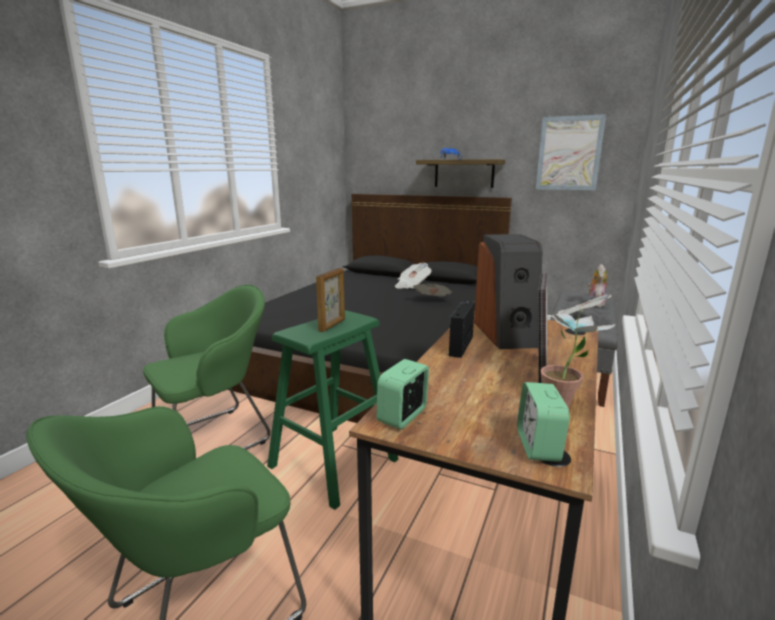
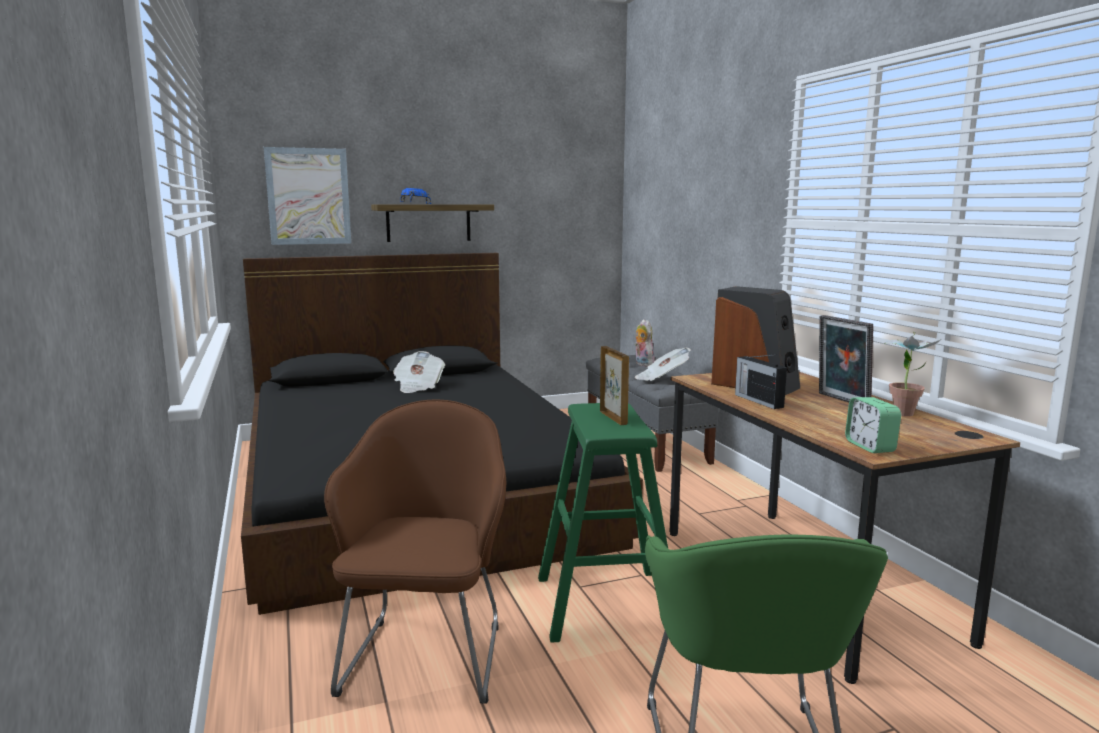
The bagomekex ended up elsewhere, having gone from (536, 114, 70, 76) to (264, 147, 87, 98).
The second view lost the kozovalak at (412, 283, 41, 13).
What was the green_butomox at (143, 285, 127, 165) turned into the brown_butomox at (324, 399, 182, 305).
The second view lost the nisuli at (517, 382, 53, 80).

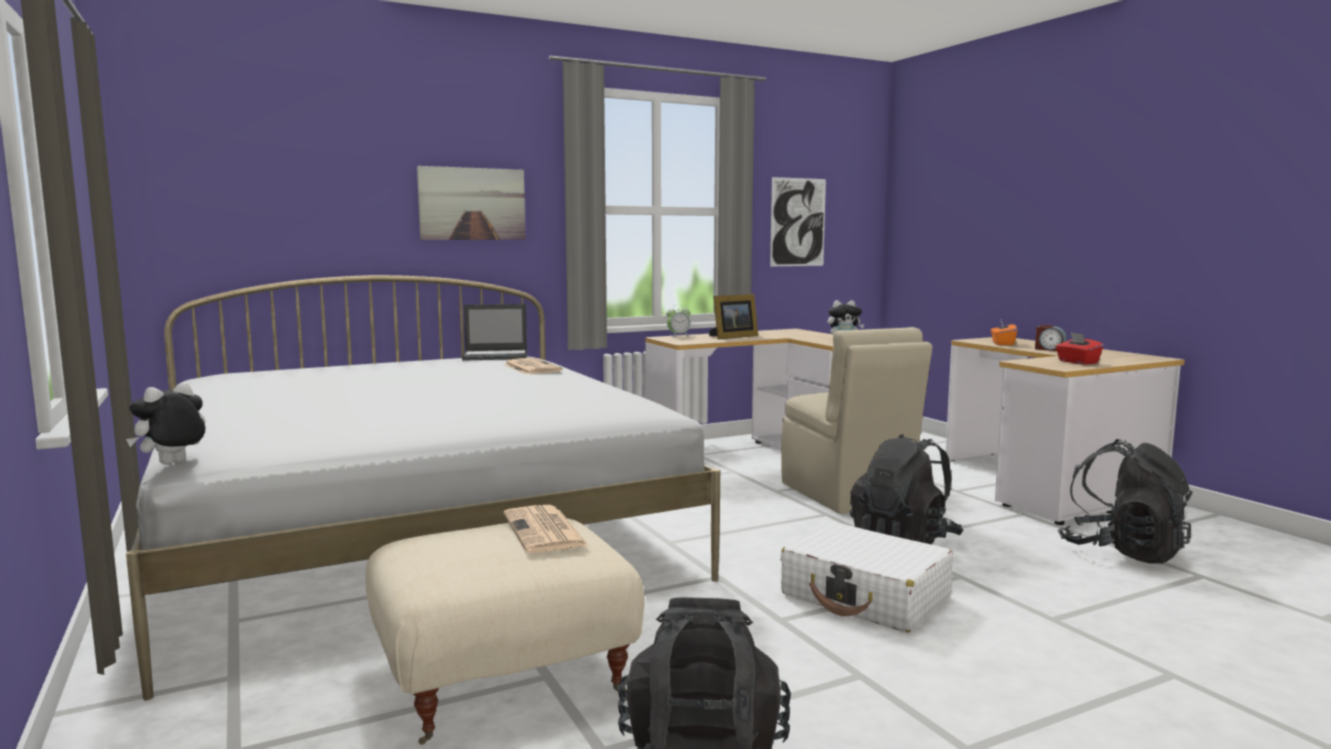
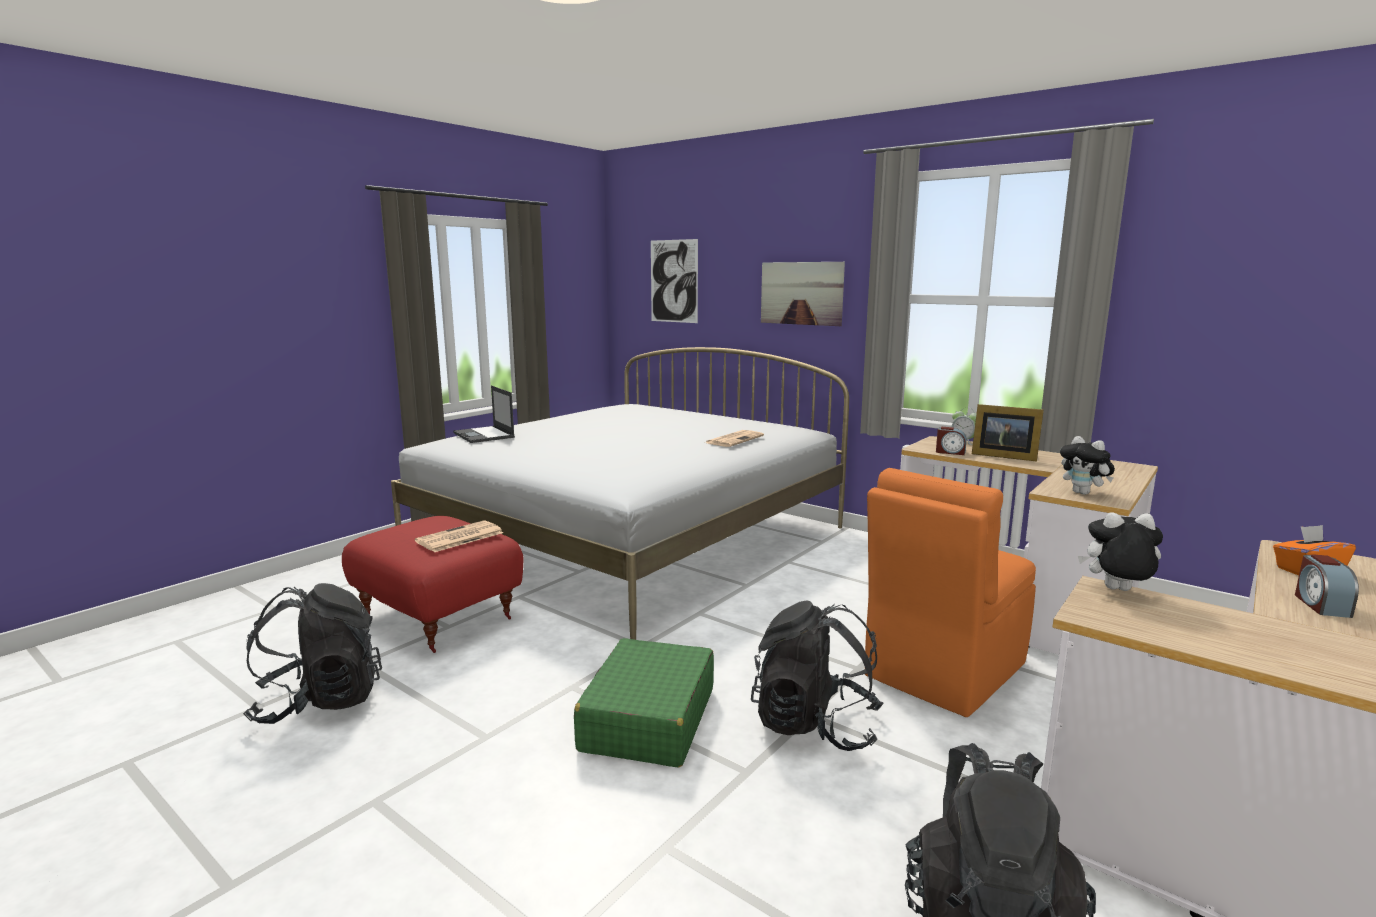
The bagomekex ended up elsewhere, having gone from (770, 177, 56, 89) to (651, 239, 47, 84).
The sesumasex ended up elsewhere, having gone from (462, 304, 65, 56) to (453, 385, 62, 58).
What was the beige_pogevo at (781, 327, 152, 187) turned into the orange_pogevo at (865, 468, 171, 249).
The second view lost the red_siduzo at (1056, 332, 48, 32).
The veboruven ended up elsewhere, having gone from (126, 382, 79, 83) to (1078, 512, 85, 79).
What was the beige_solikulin at (365, 518, 280, 227) turned into the red_solikulin at (342, 516, 182, 137).
What was the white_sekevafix at (780, 521, 173, 111) turned into the green_sekevafix at (574, 638, 140, 130).
The second view gained the nisuli at (936, 427, 31, 28).

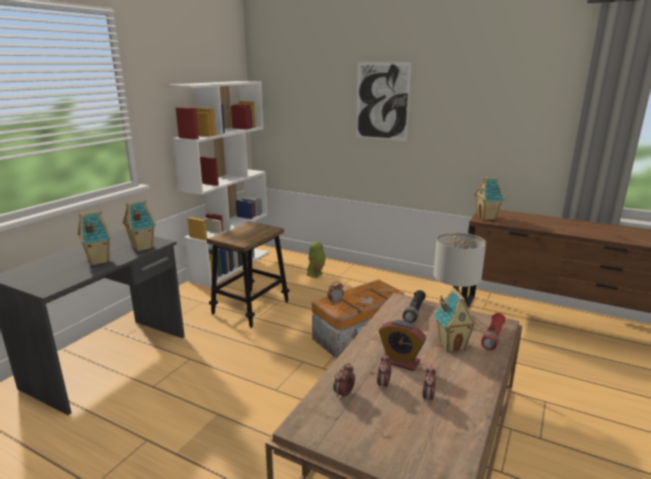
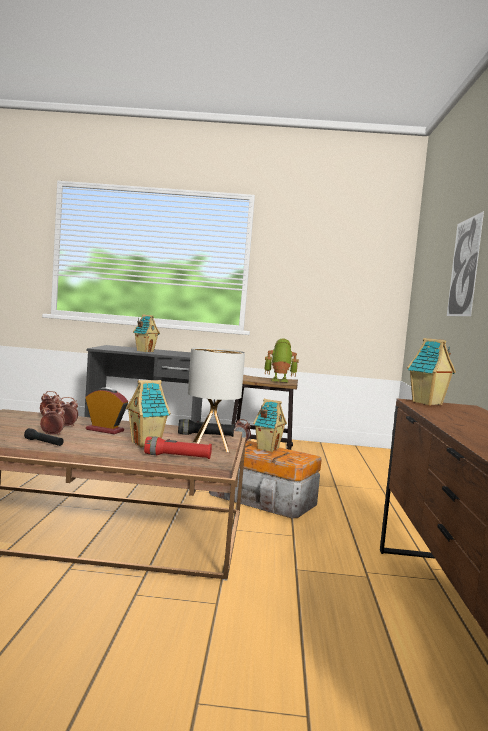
The second view lost the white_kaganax at (166, 81, 103, 207).
The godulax ended up elsewhere, having gone from (123, 200, 33, 52) to (253, 399, 34, 53).
The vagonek ended up elsewhere, having gone from (307, 242, 19, 36) to (264, 339, 35, 43).
The nisuli at (379, 320, 47, 51) ended up facing another way, 105 degrees clockwise from before.
The second view gained the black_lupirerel at (24, 428, 39, 18).

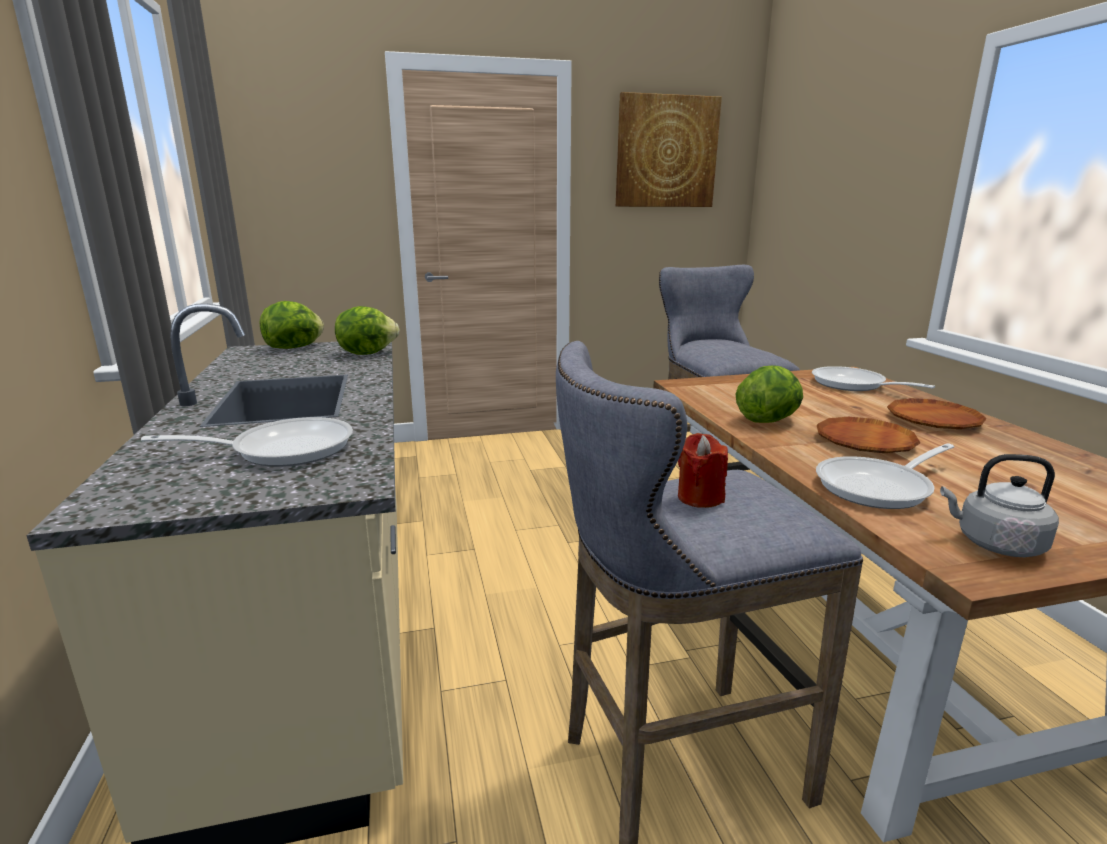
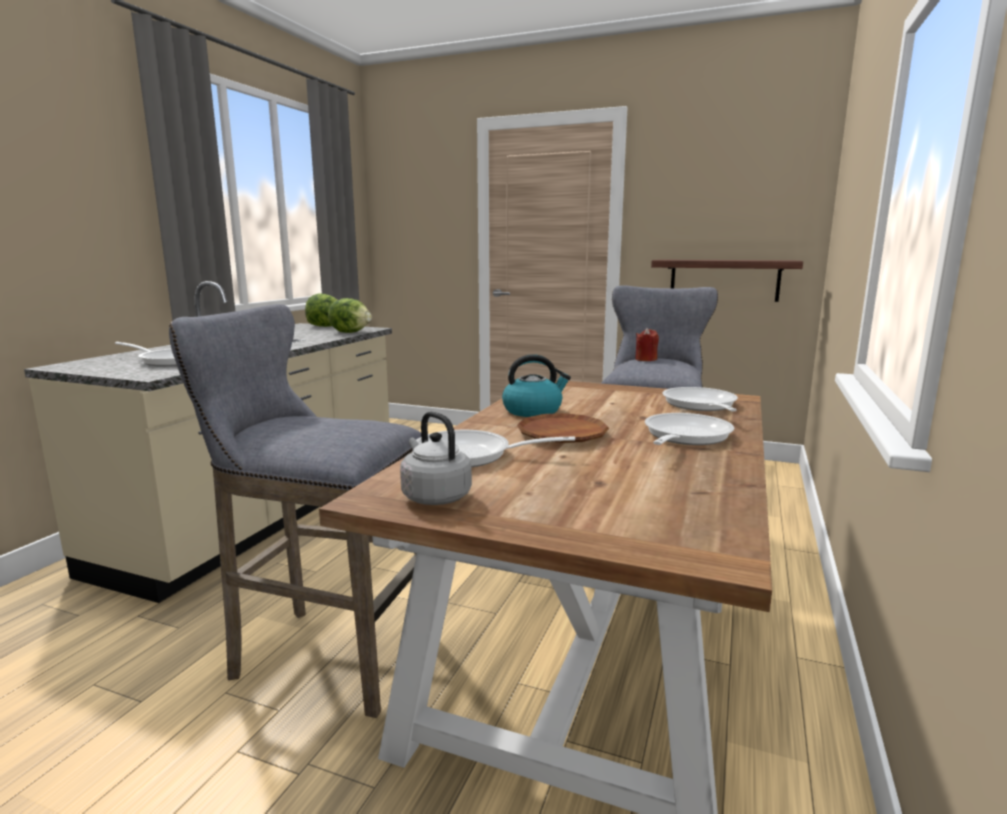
The second view lost the bagomekex at (616, 92, 106, 115).
Where the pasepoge stood at (736, 365, 67, 58), the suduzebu came to stand at (502, 354, 69, 63).
Where the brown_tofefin stood at (887, 398, 99, 31), the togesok came to stand at (645, 413, 89, 32).
The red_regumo ended up elsewhere, having gone from (678, 433, 50, 75) to (635, 328, 24, 33).
The second view gained the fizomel at (651, 259, 152, 43).

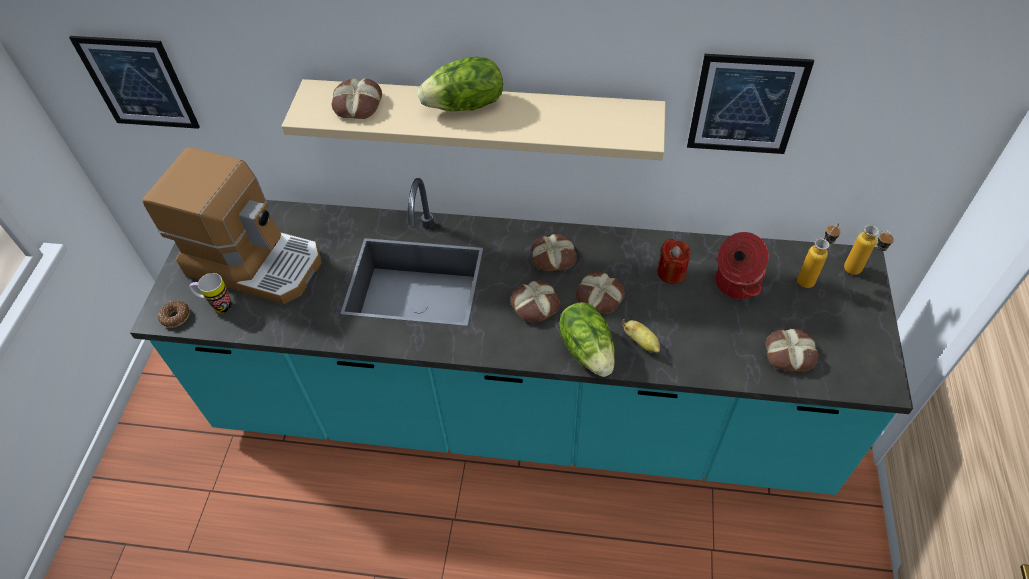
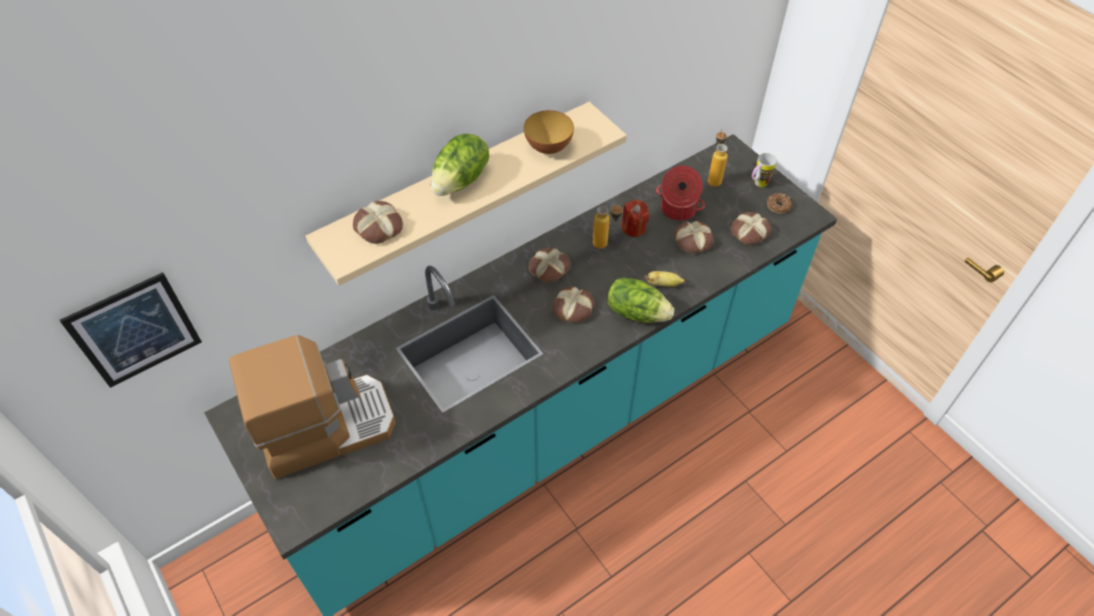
The second view lost the bagomekex at (687, 54, 127, 100).
The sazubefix ended up elsewhere, having gone from (844, 225, 50, 50) to (593, 205, 30, 44).
The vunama ended up elsewhere, having gone from (576, 272, 49, 42) to (674, 221, 40, 32).
The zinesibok ended up elsewhere, having gone from (189, 273, 43, 40) to (752, 153, 25, 34).
The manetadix ended up elsewhere, having gone from (158, 300, 32, 27) to (767, 193, 25, 21).
The second view gained the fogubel at (524, 110, 50, 44).

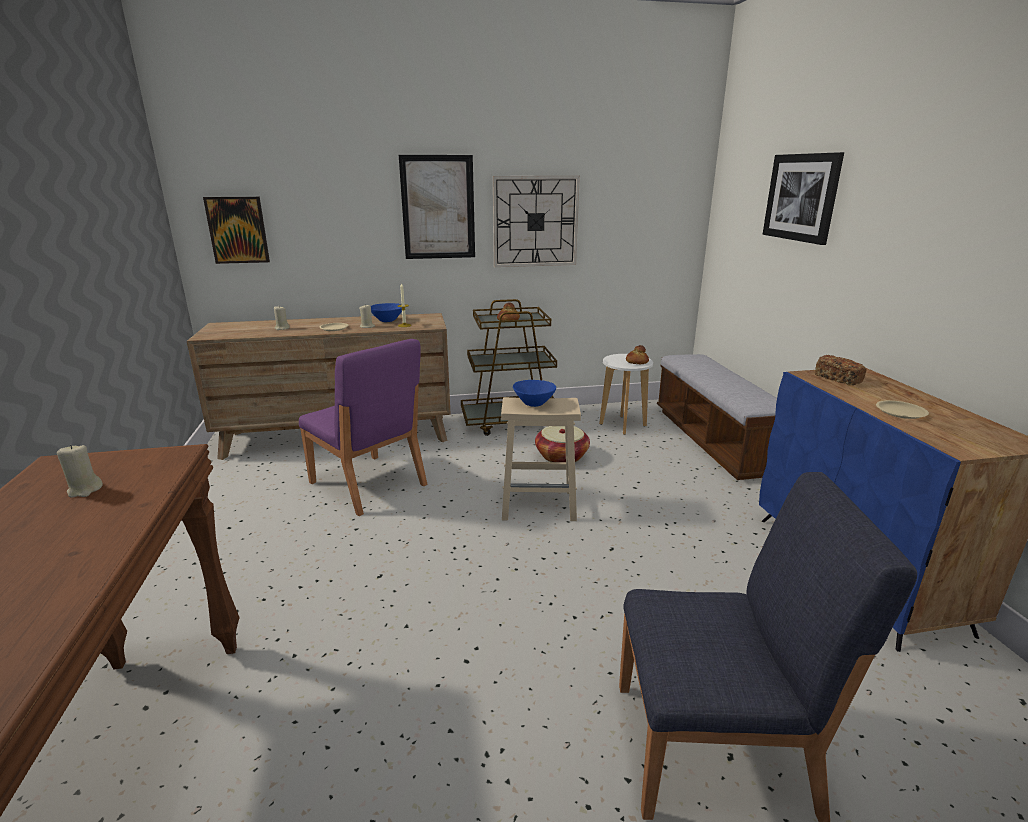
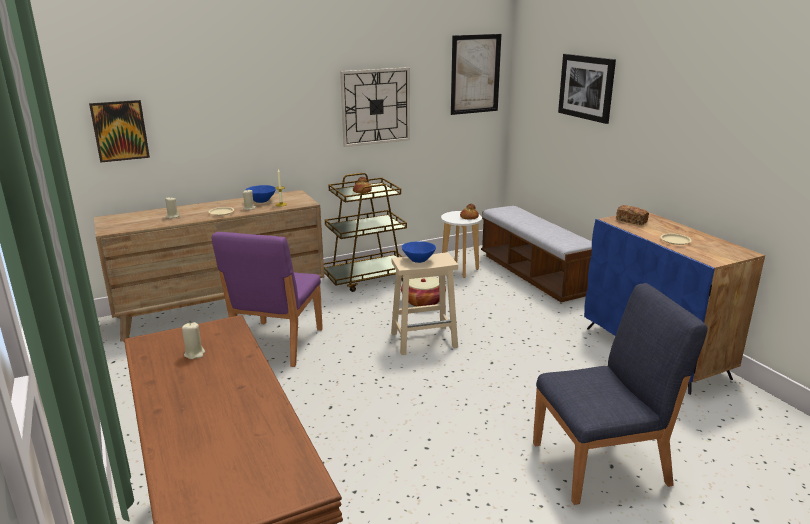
The bagomekex ended up elsewhere, having gone from (399, 155, 76, 104) to (451, 34, 50, 81).
The purple_pogevo at (299, 339, 128, 177) ended up facing another way, 75 degrees clockwise from before.

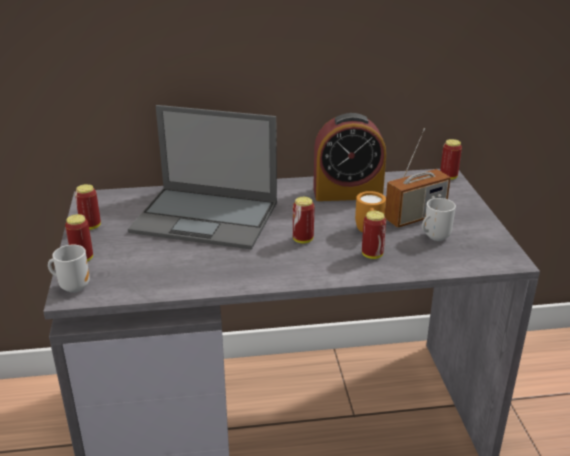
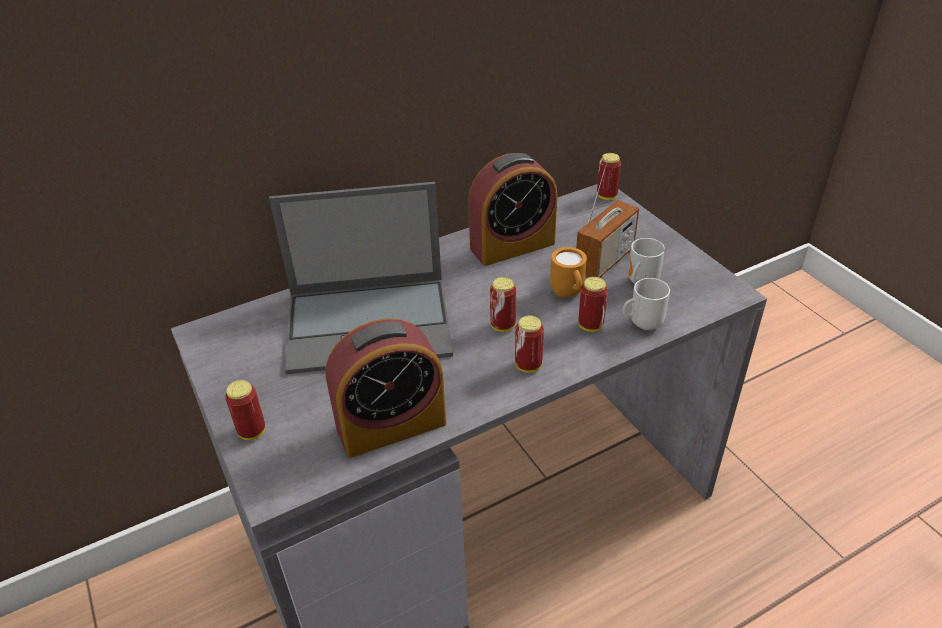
The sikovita ended up elsewhere, having gone from (75, 184, 26, 46) to (515, 316, 29, 57).
The zinesibok ended up elsewhere, having gone from (48, 245, 42, 48) to (623, 278, 47, 52).
The second view gained the nisuli at (326, 319, 120, 139).

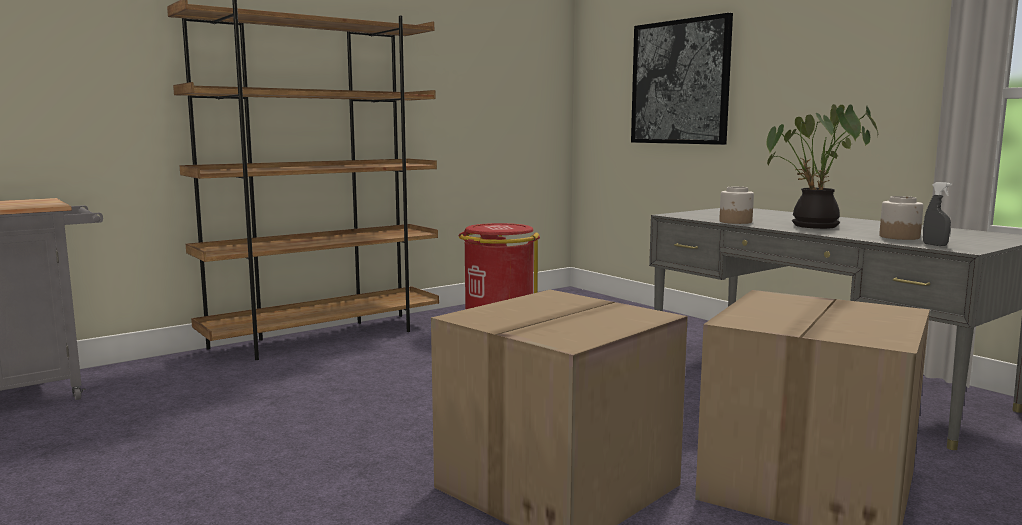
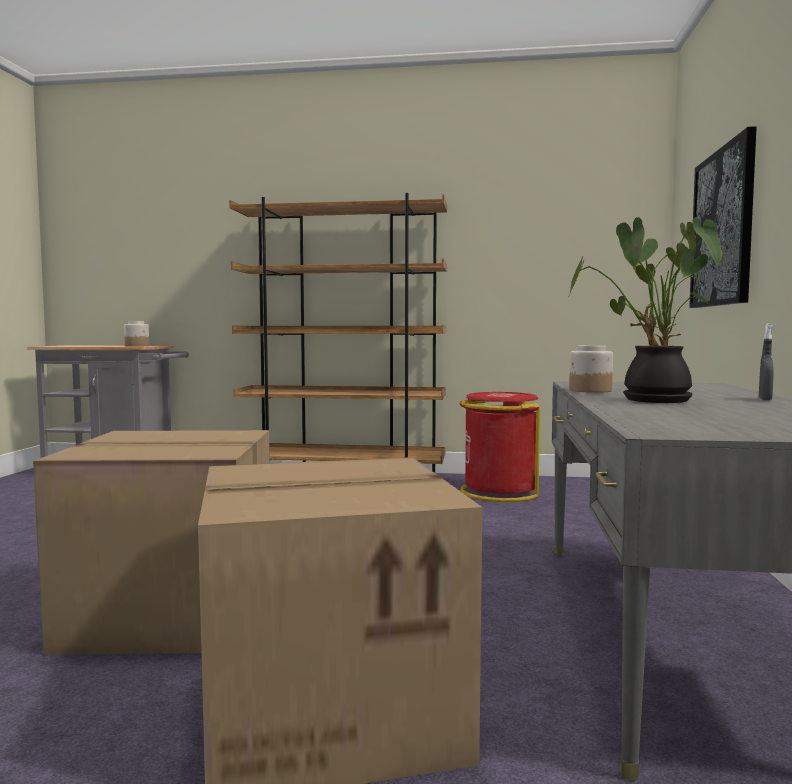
The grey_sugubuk ended up elsewhere, having gone from (923, 182, 29, 64) to (759, 323, 15, 77).
The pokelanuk ended up elsewhere, having gone from (879, 196, 44, 44) to (124, 321, 25, 26).

